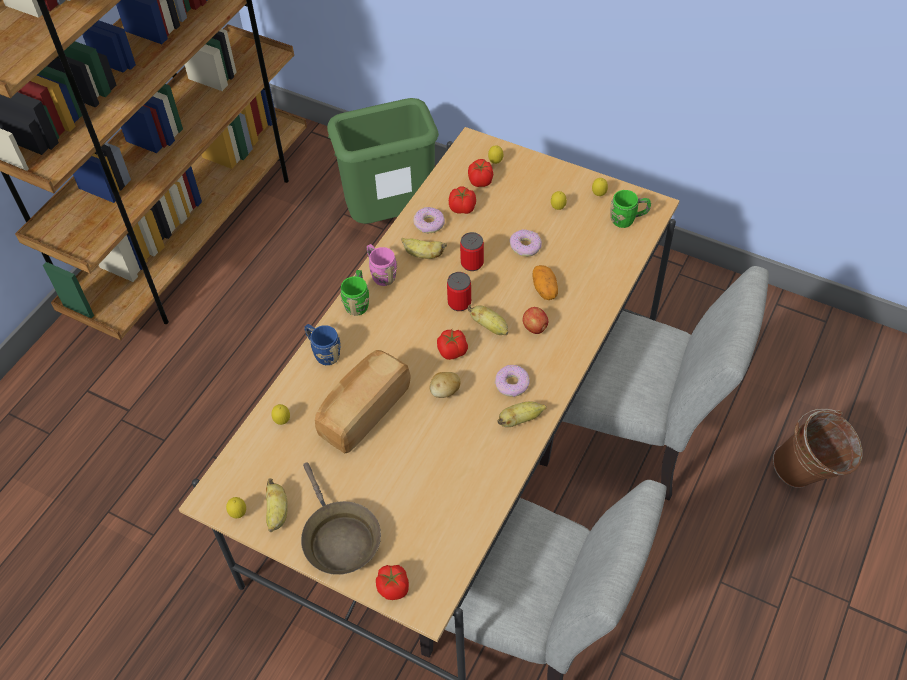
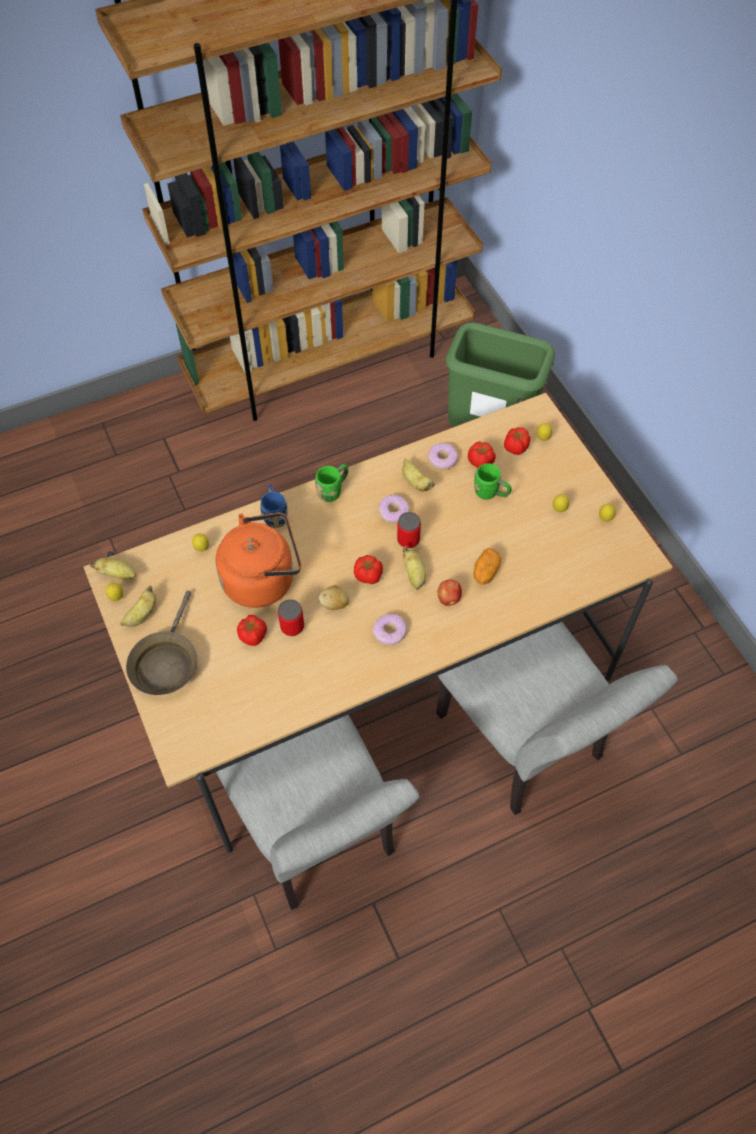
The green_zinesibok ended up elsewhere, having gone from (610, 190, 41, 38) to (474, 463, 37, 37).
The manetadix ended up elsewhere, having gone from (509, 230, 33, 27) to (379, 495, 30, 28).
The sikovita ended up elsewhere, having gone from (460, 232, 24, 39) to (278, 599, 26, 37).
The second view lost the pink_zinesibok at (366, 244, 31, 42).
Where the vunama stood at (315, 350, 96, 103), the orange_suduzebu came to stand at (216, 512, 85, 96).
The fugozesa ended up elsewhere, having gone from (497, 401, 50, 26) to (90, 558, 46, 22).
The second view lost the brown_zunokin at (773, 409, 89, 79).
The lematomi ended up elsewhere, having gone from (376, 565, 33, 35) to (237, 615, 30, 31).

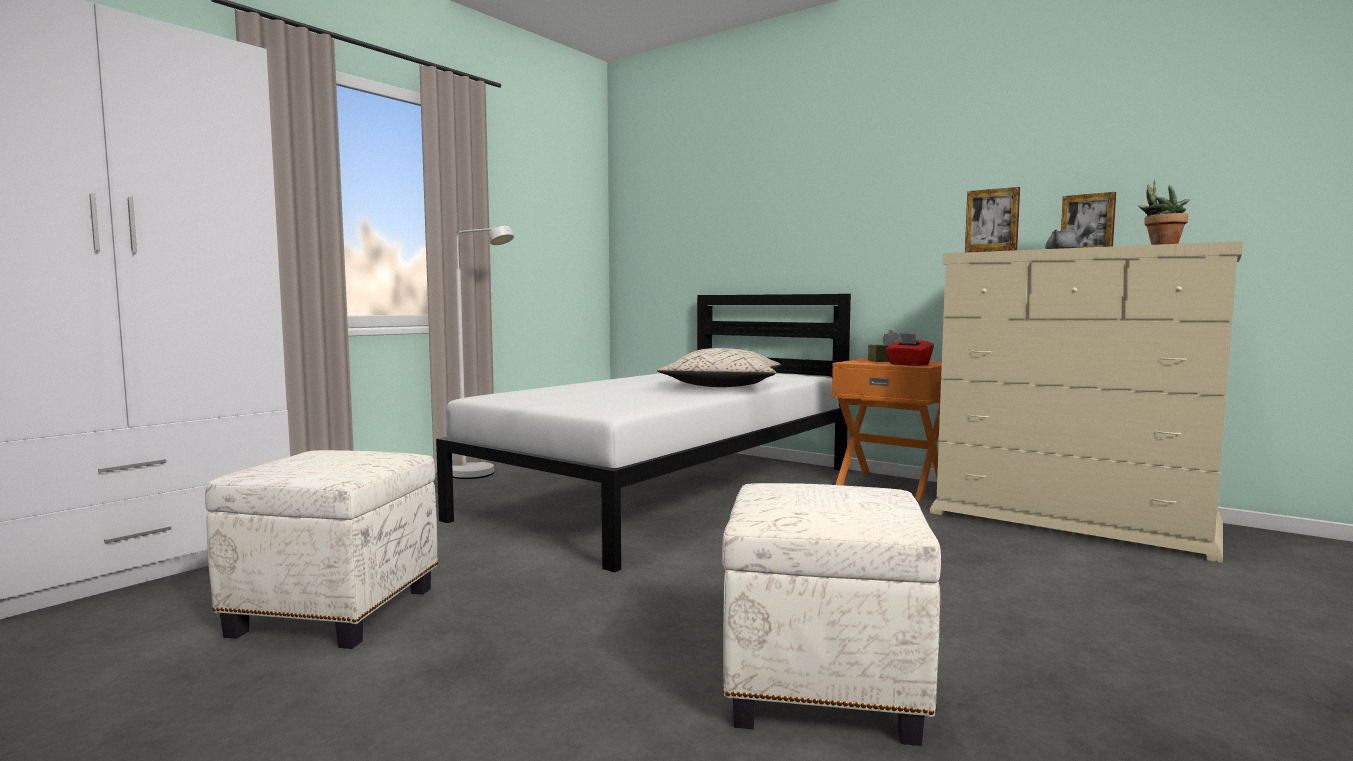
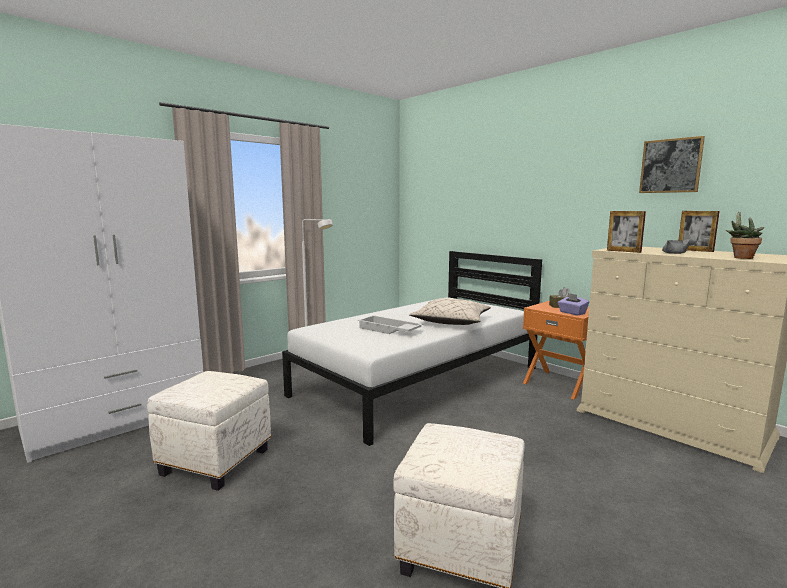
What was the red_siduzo at (886, 333, 48, 33) turned into the purple_siduzo at (558, 293, 31, 22).
The second view gained the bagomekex at (639, 136, 66, 57).
The second view gained the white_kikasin at (358, 315, 65, 19).

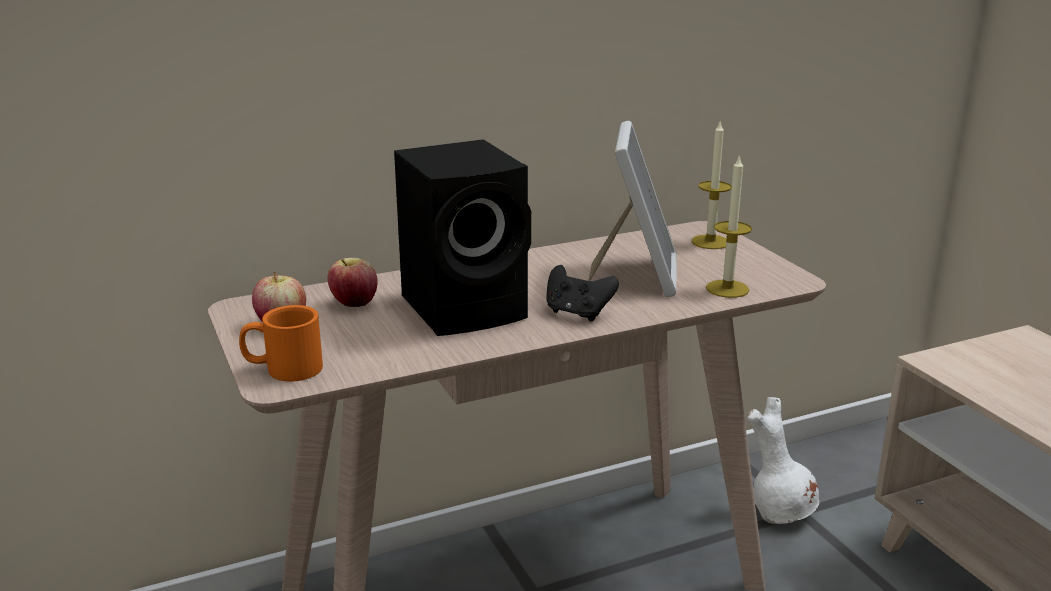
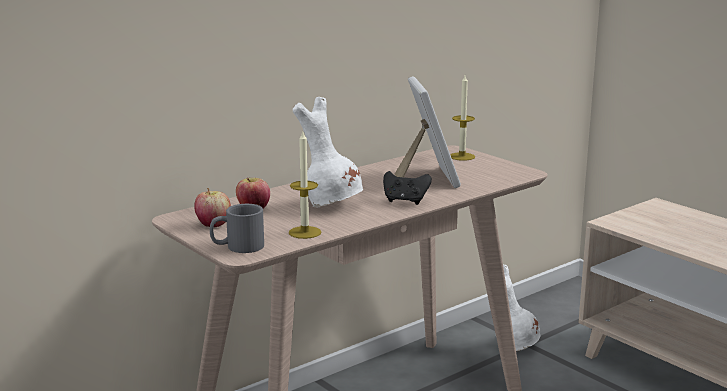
Where the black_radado stood at (394, 139, 137, 197), the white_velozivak came to stand at (292, 97, 71, 111).
The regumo ended up elsewhere, having gone from (706, 154, 46, 144) to (289, 132, 32, 107).
What was the orange_zinesibok at (239, 305, 84, 76) turned into the grey_zinesibok at (210, 204, 54, 49).

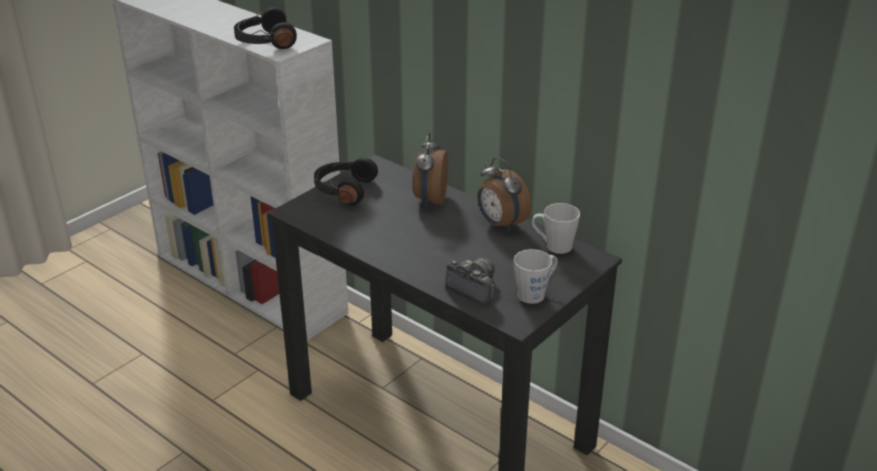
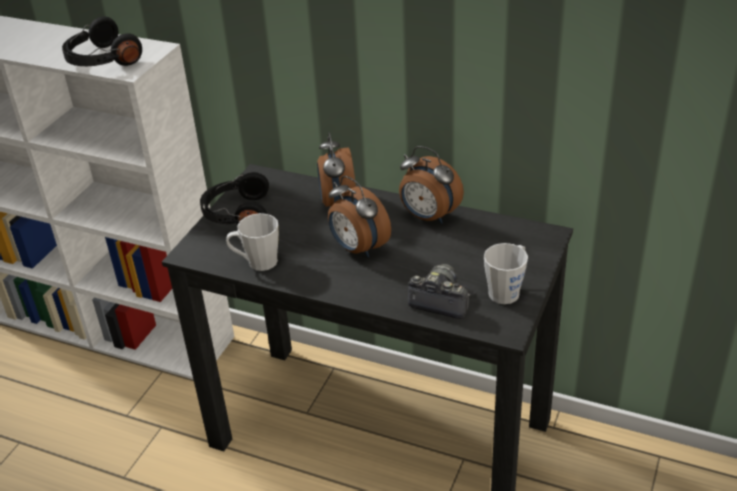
The grey_zinesibok ended up elsewhere, having gone from (532, 203, 48, 51) to (226, 213, 53, 58).
The second view gained the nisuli at (328, 176, 63, 81).

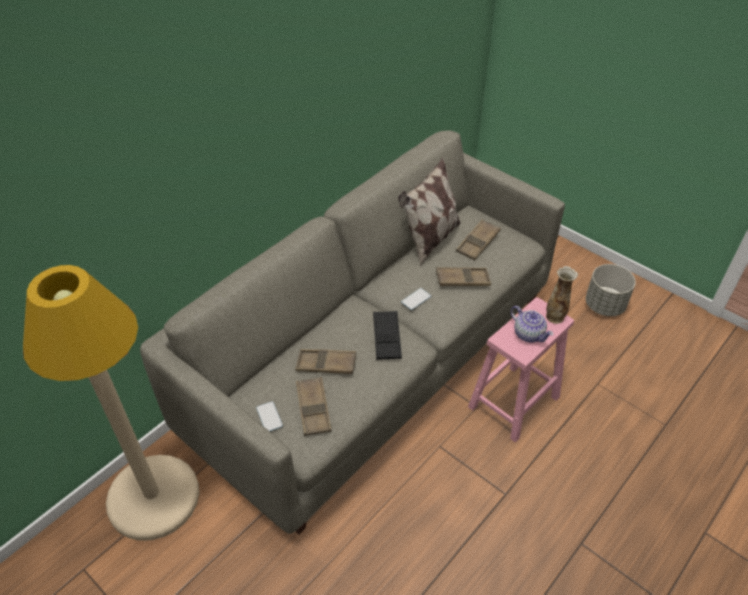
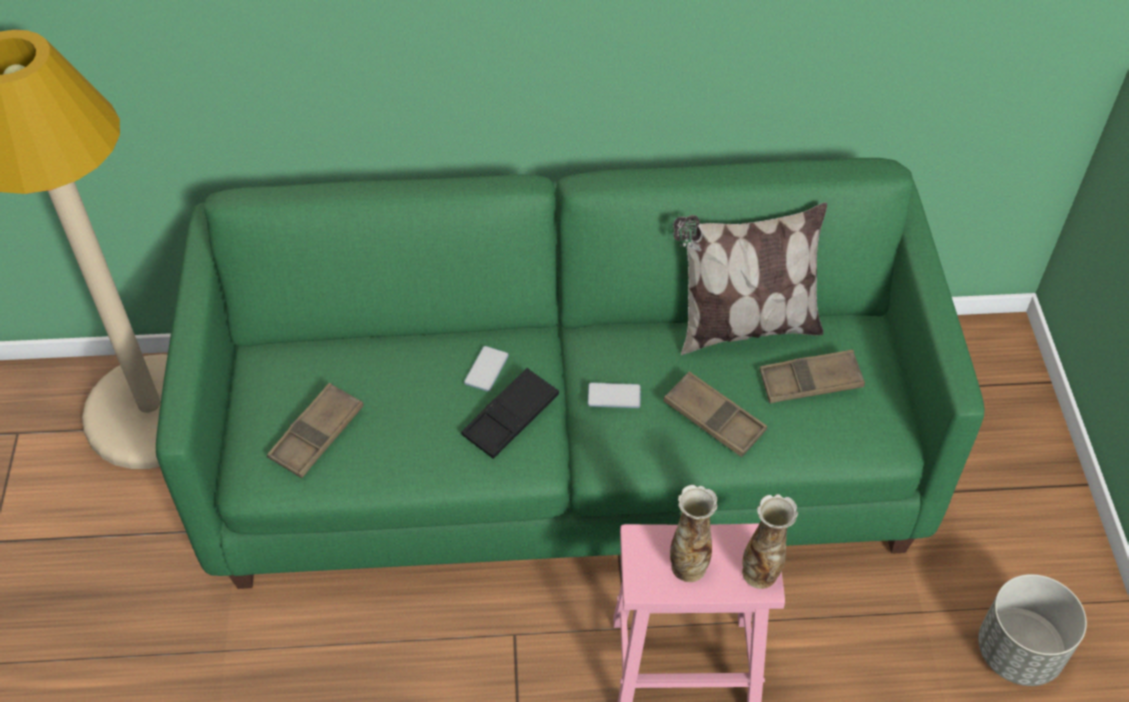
What was the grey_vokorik at (140, 130, 425, 405) turned into the green_vokorik at (156, 158, 828, 431).
Where the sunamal stood at (510, 306, 43, 36), the velozivak came to stand at (670, 485, 48, 97).
The second view lost the brown_kikasin at (295, 349, 61, 25).
The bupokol ended up elsewhere, having gone from (256, 401, 27, 30) to (464, 346, 45, 46).

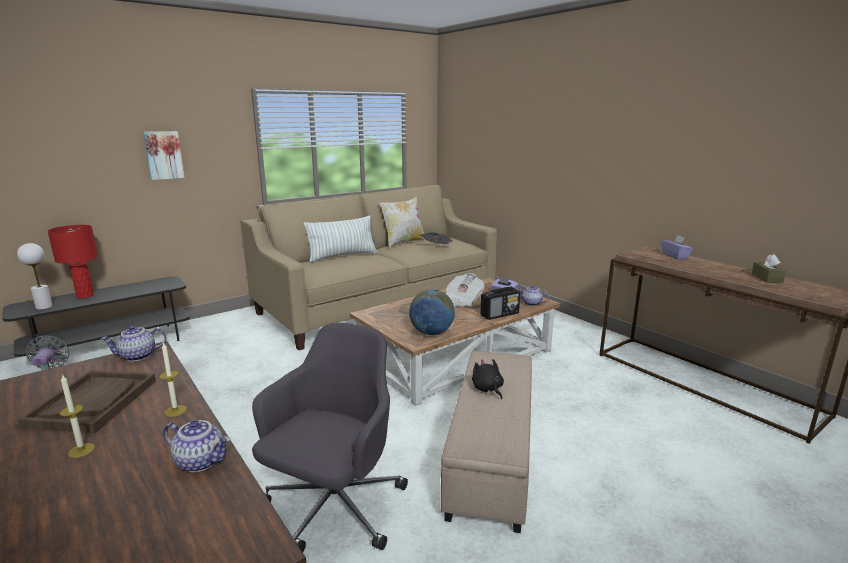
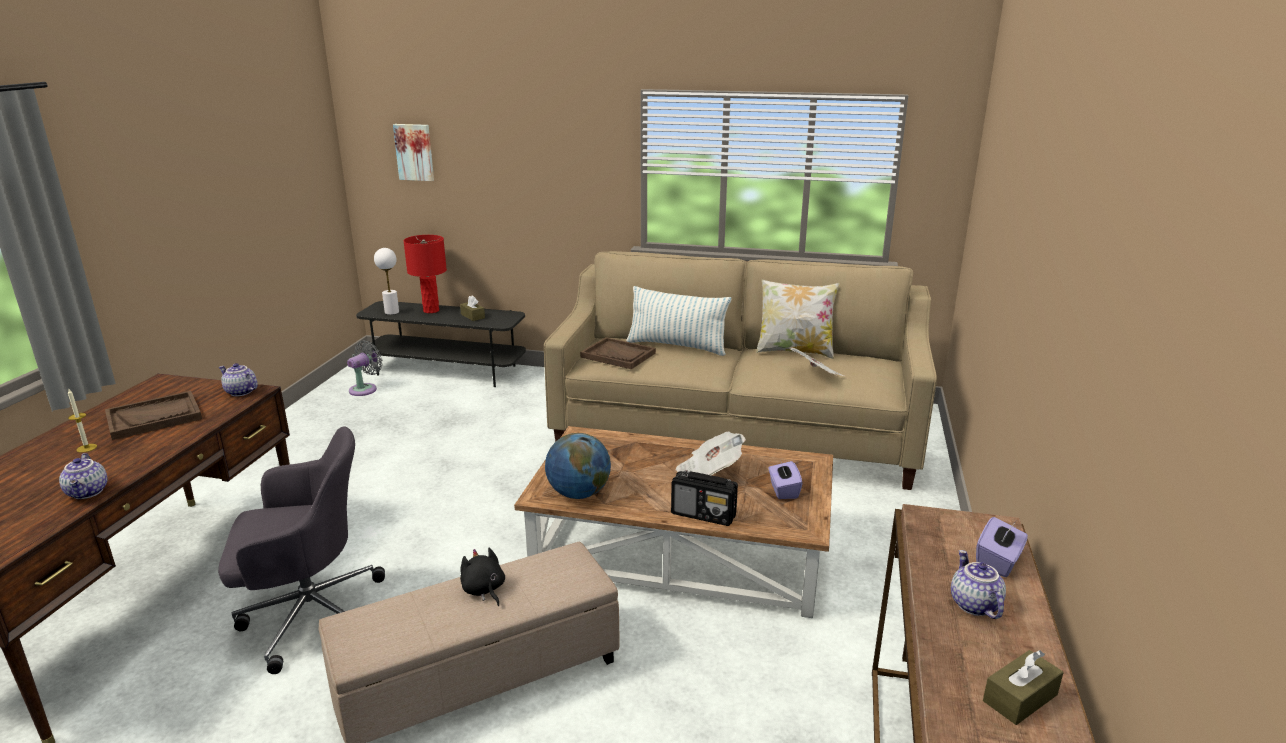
The bagomekex ended up elsewhere, having gone from (143, 131, 42, 49) to (393, 124, 41, 57).
The sunamal ended up elsewhere, having gone from (517, 285, 32, 21) to (951, 550, 55, 69).
The second view lost the regumo at (159, 342, 28, 75).
The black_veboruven at (472, 359, 32, 40) ended up facing another way, 60 degrees counterclockwise from before.
The second view gained the brown_siduzo at (460, 296, 25, 25).
The second view gained the brown_kikasin at (580, 337, 76, 32).

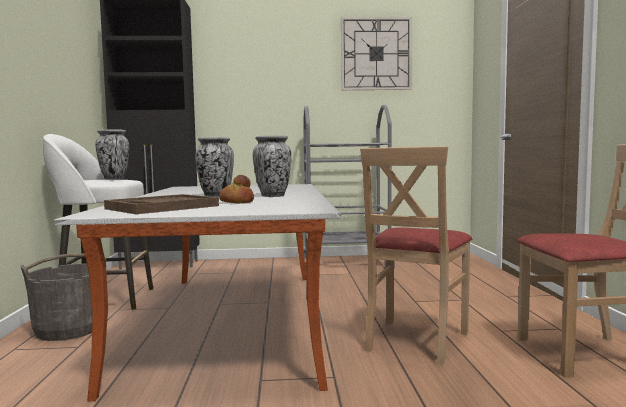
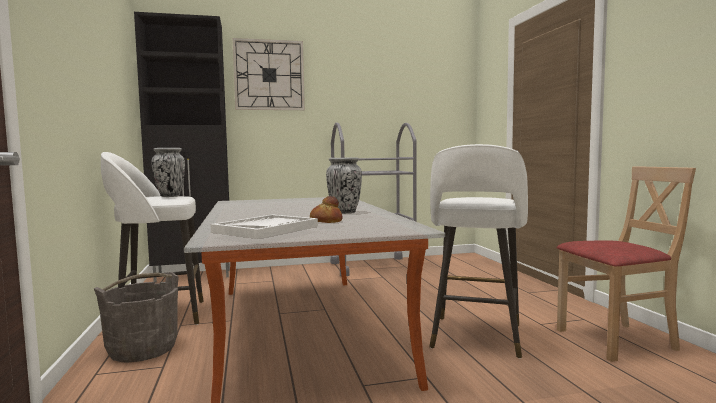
The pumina ended up elsewhere, having gone from (341, 17, 71, 73) to (233, 38, 72, 72).
The second view lost the velozivak at (195, 137, 39, 60).
Where the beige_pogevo stood at (360, 146, 112, 219), the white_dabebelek came to stand at (429, 144, 99, 214).
What was the brown_kikasin at (104, 194, 115, 20) turned into the white_kikasin at (210, 214, 108, 25).

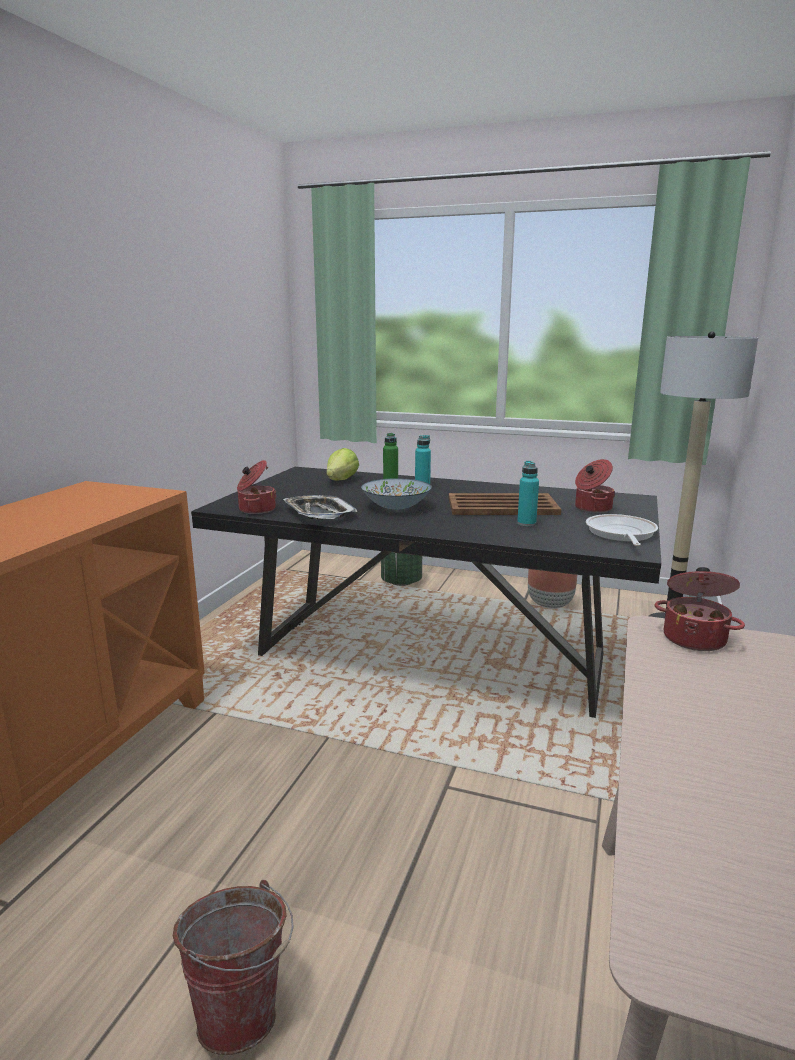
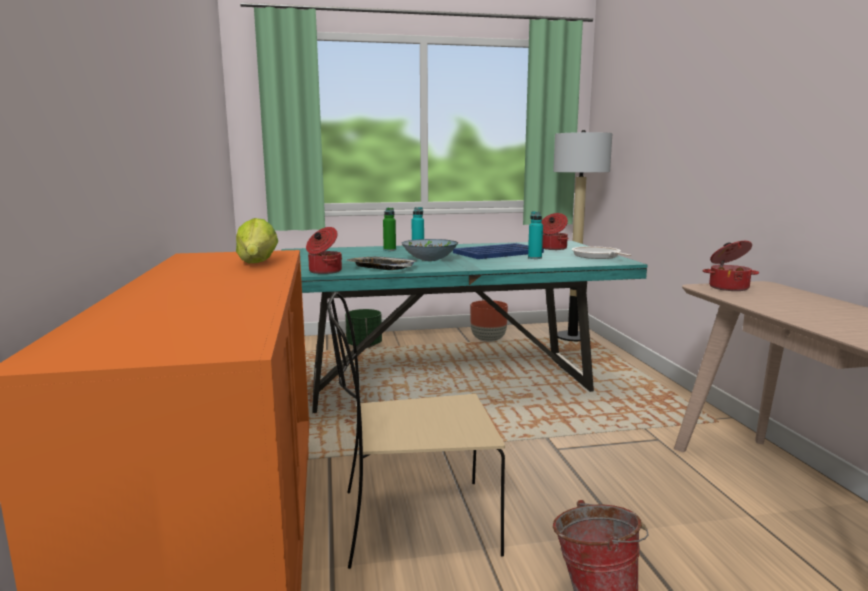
The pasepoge ended up elsewhere, having gone from (326, 448, 33, 33) to (236, 218, 42, 45).
What was the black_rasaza at (191, 467, 470, 251) turned into the turquoise_rasaza at (281, 241, 367, 172).
What was the brown_kikasin at (449, 493, 112, 22) turned into the blue_kikasin at (453, 243, 91, 16).
The second view gained the beige_pogevo at (327, 292, 178, 277).

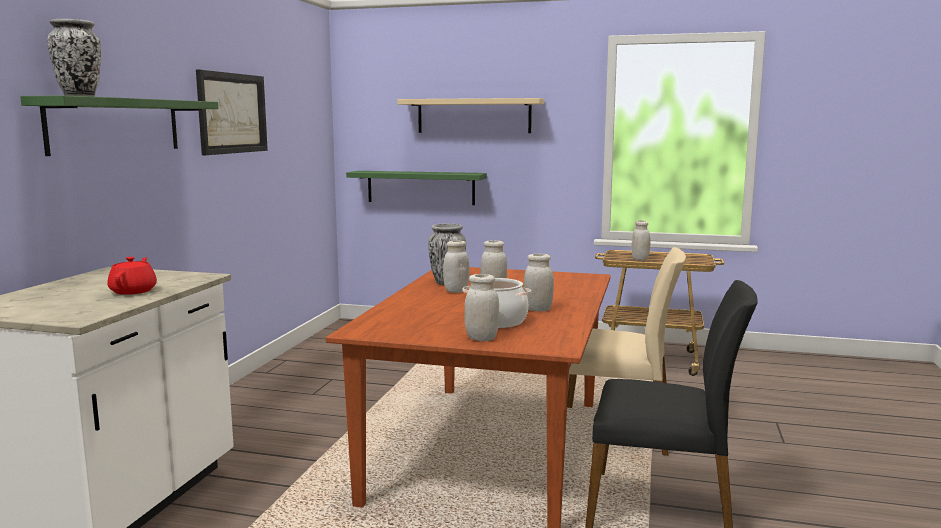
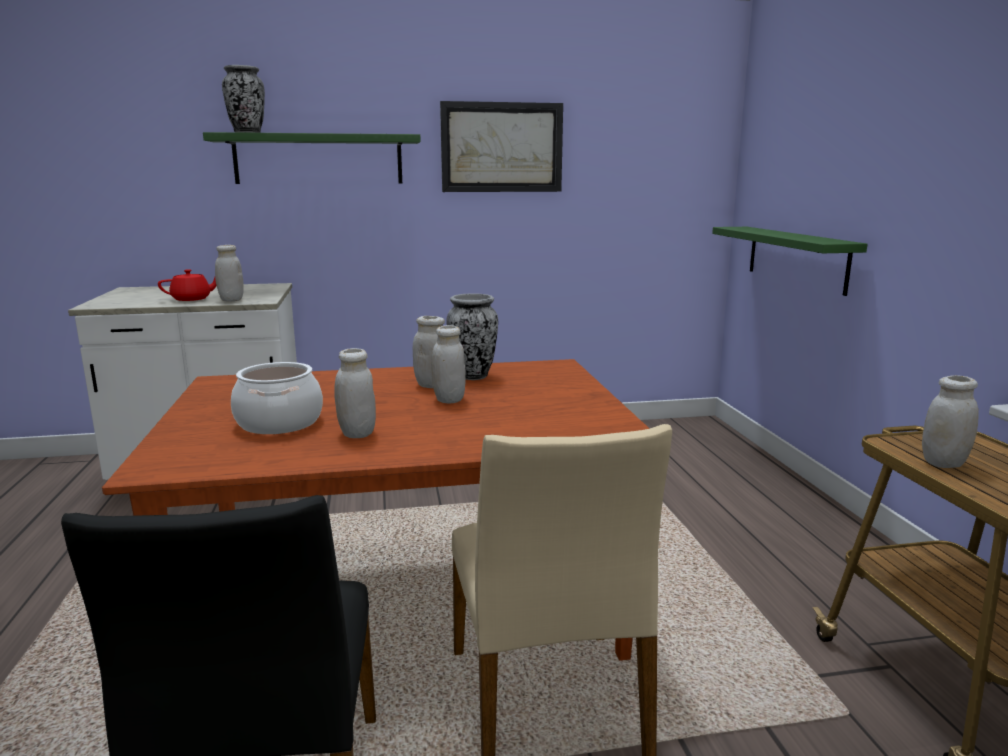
The second view lost the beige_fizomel at (397, 98, 147, 35).
The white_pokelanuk ended up elsewhere, having gone from (465, 274, 34, 67) to (215, 245, 29, 57).

